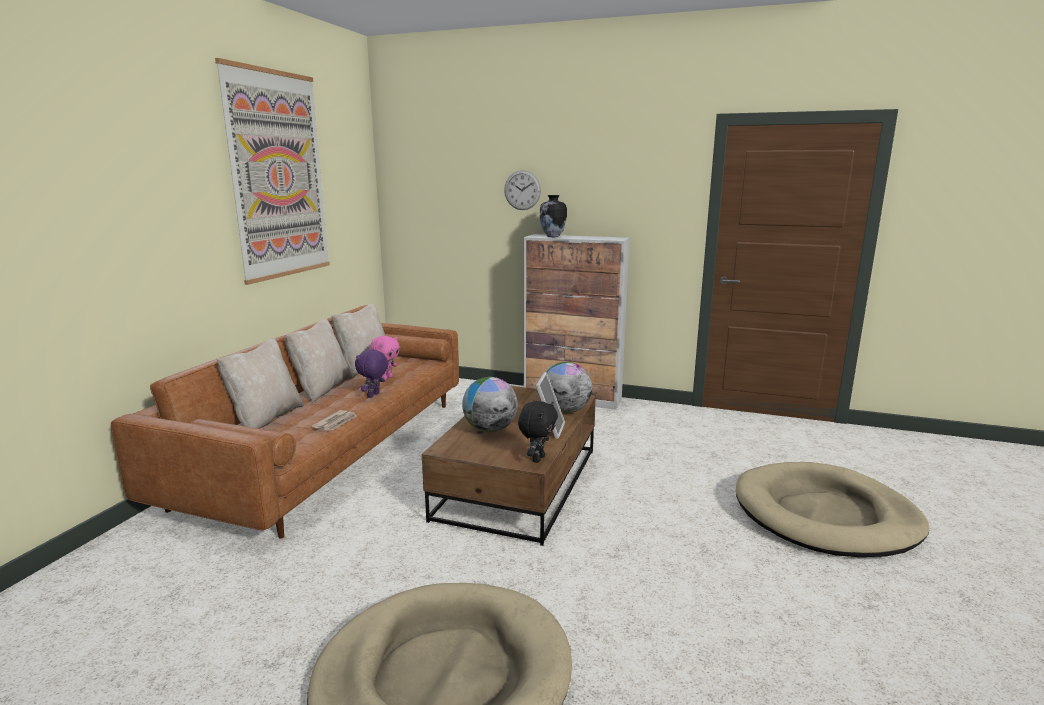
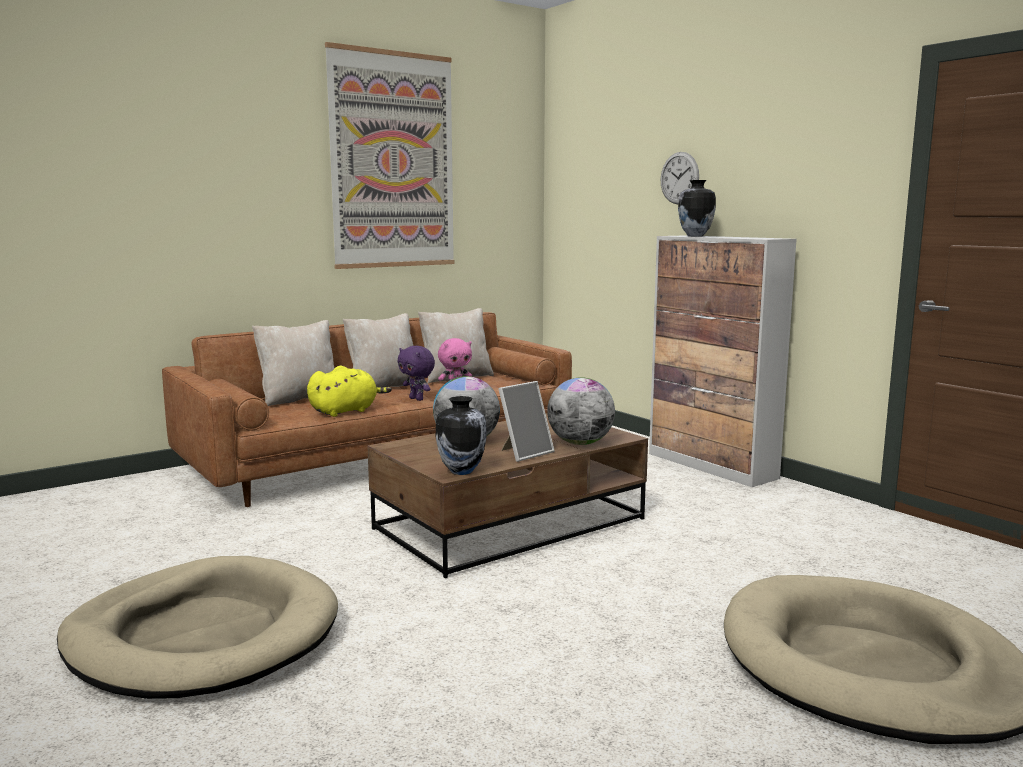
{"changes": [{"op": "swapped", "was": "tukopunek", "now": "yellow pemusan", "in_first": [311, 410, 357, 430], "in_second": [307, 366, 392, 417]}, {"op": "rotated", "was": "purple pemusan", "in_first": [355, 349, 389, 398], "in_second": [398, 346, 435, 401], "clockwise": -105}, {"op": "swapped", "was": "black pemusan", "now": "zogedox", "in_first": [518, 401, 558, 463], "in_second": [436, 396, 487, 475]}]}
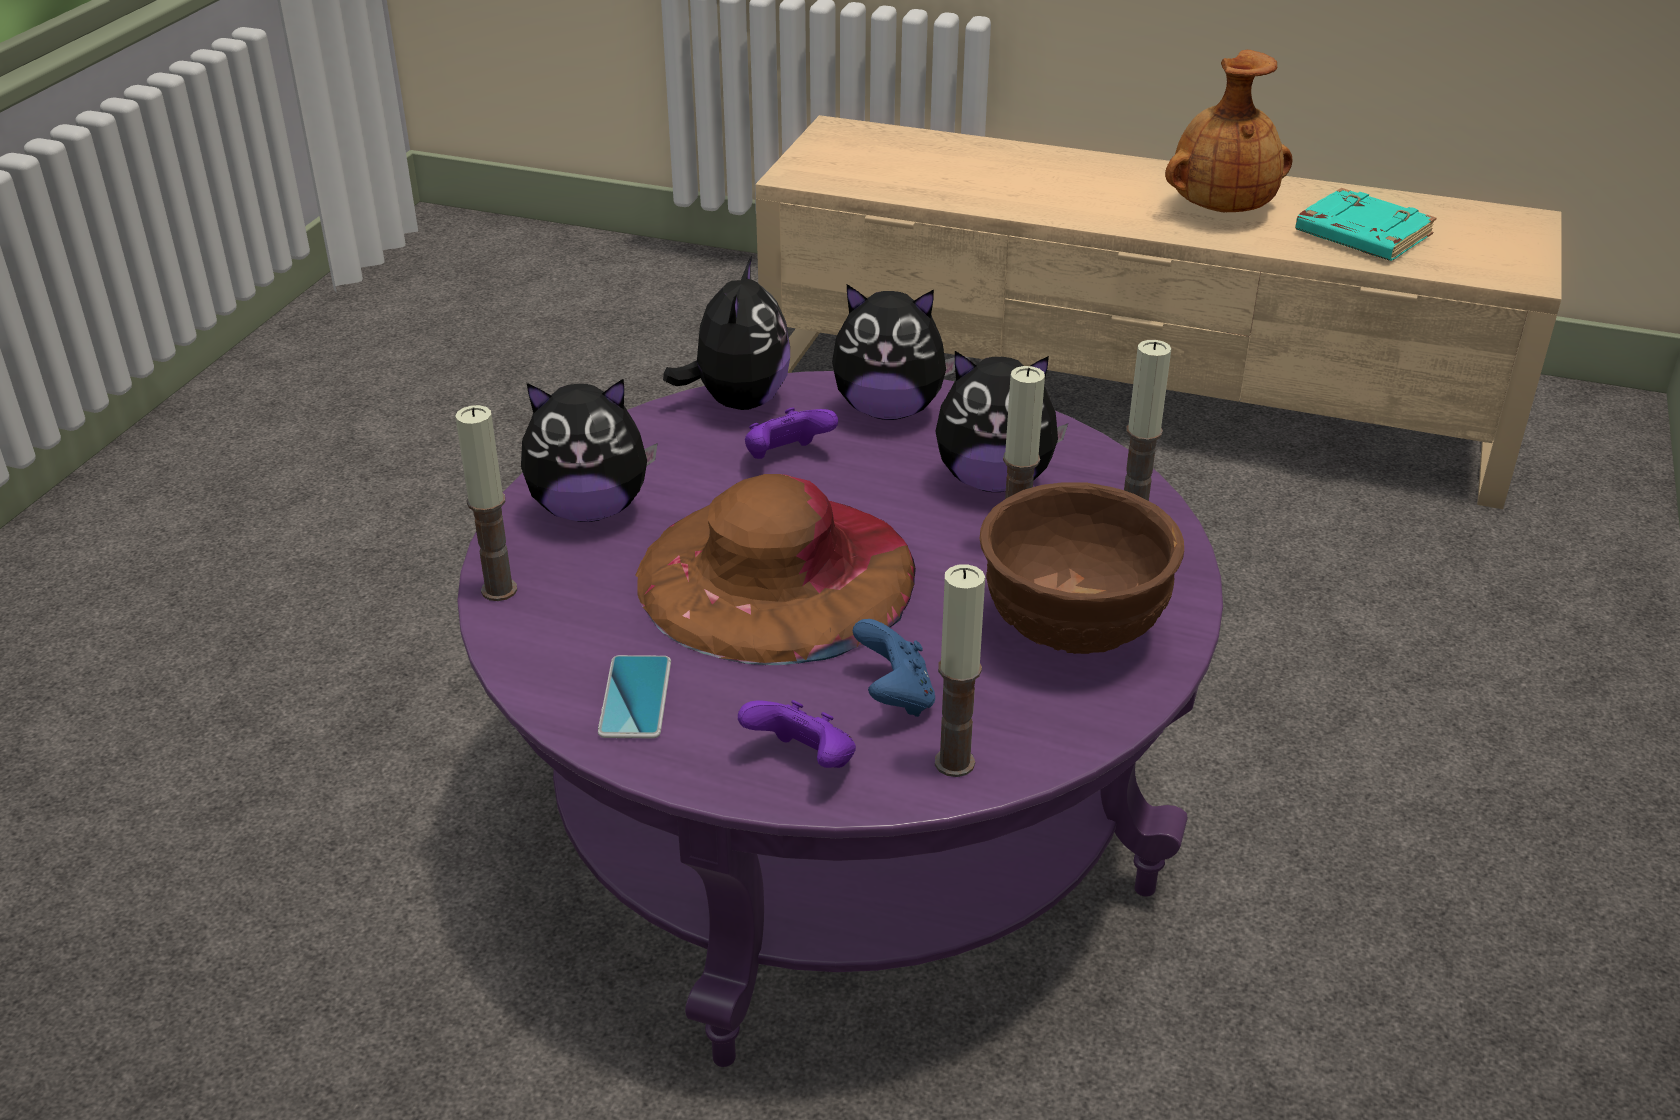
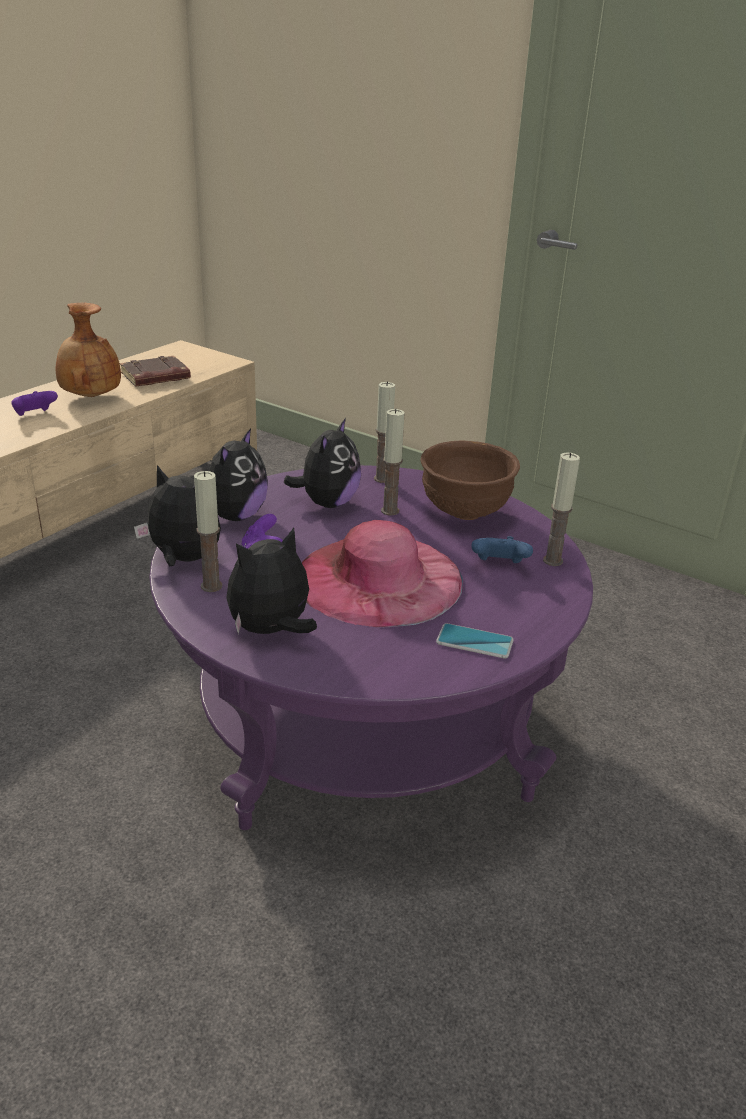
{"changes": [{"op": "shifted", "was": "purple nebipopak", "in_first": [738, 700, 856, 768], "in_second": [12, 391, 58, 416]}, {"op": "repainted", "was": "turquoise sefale", "now": "brown sefale", "in_first": [1295, 188, 1436, 261], "in_second": [120, 356, 191, 386]}, {"op": "shifted", "was": "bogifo", "in_first": [455, 405, 517, 601], "in_second": [194, 471, 222, 592]}, {"op": "rotated", "was": "pemusan", "in_first": [521, 379, 658, 522], "in_second": [226, 528, 317, 634], "clockwise": -135}, {"op": "repainted", "was": "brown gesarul", "now": "pink gesarul", "in_first": [635, 474, 916, 665], "in_second": [302, 520, 463, 627]}]}
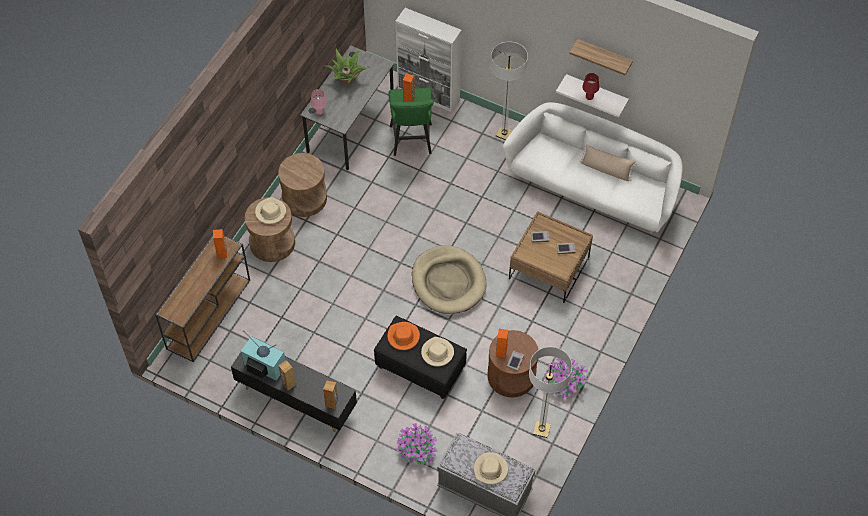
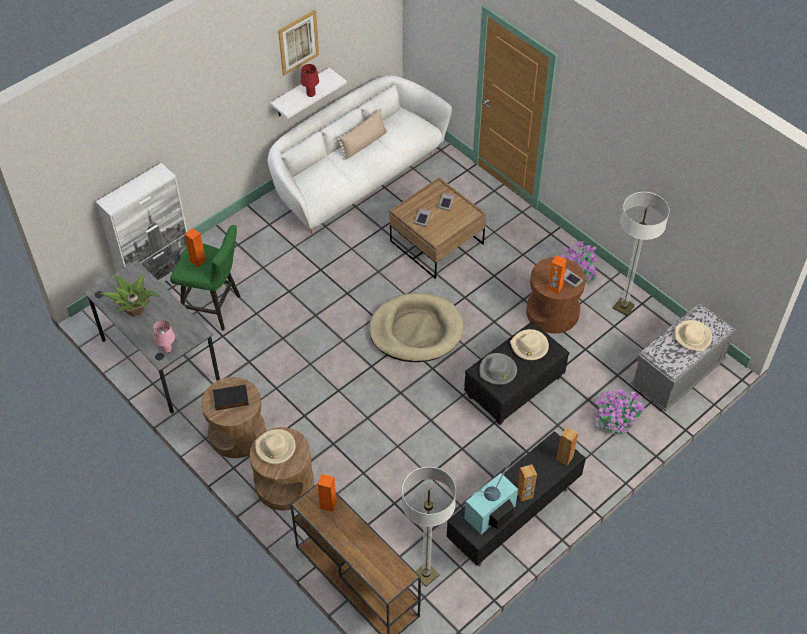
{"changes": [{"op": "new", "now": "black sefale", "in_second": [213, 384, 249, 410]}, {"op": "swapped", "was": "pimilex", "now": "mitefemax", "in_first": [569, 39, 633, 75], "in_second": [278, 10, 319, 75]}, {"op": "shifted", "was": "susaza", "in_first": [491, 42, 528, 140], "in_second": [402, 467, 456, 587]}, {"op": "repainted", "was": "orange gesarul", "now": "grey gesarul", "in_first": [387, 322, 420, 350], "in_second": [479, 353, 517, 385]}]}
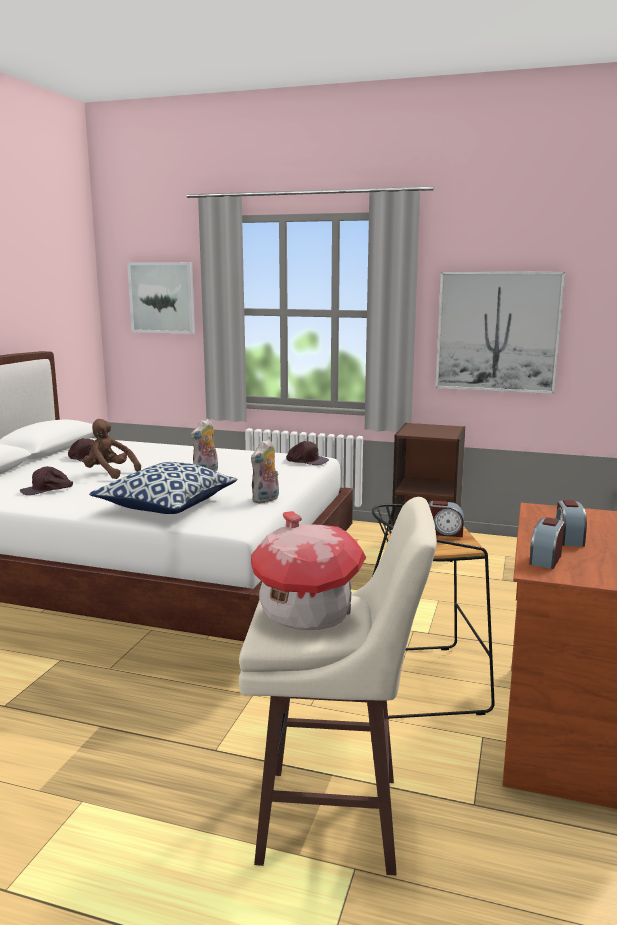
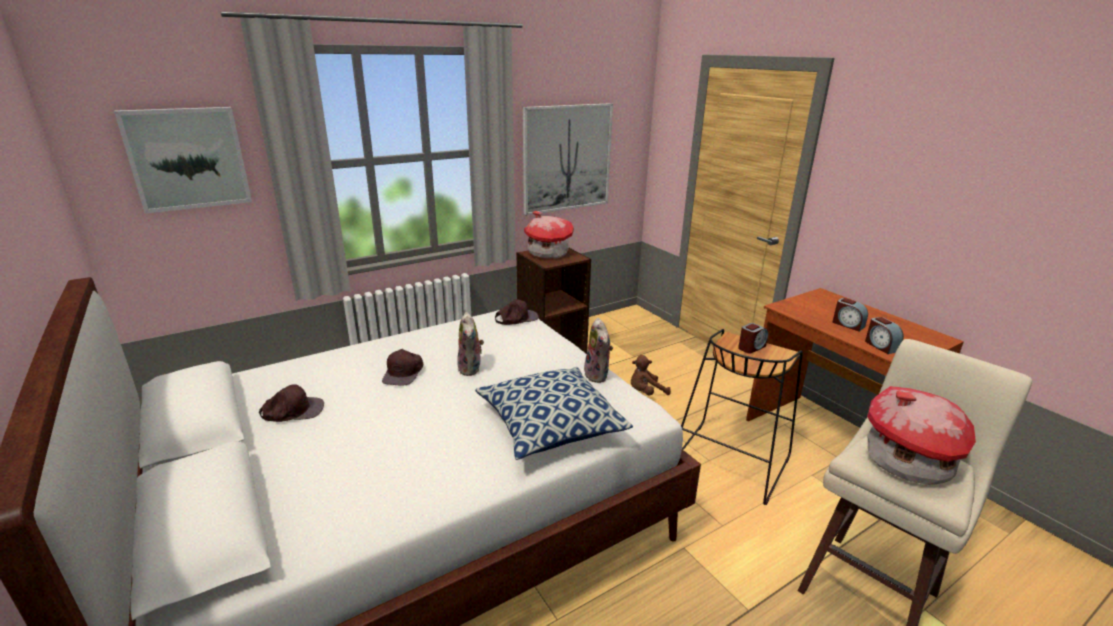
{"changes": [{"op": "shifted", "was": "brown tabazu", "in_first": [20, 466, 73, 495], "in_second": [382, 349, 423, 386]}, {"op": "new", "now": "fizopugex", "in_second": [524, 211, 574, 259]}, {"op": "shifted", "was": "brown pemusan", "in_first": [83, 419, 141, 479], "in_second": [631, 355, 671, 395]}]}
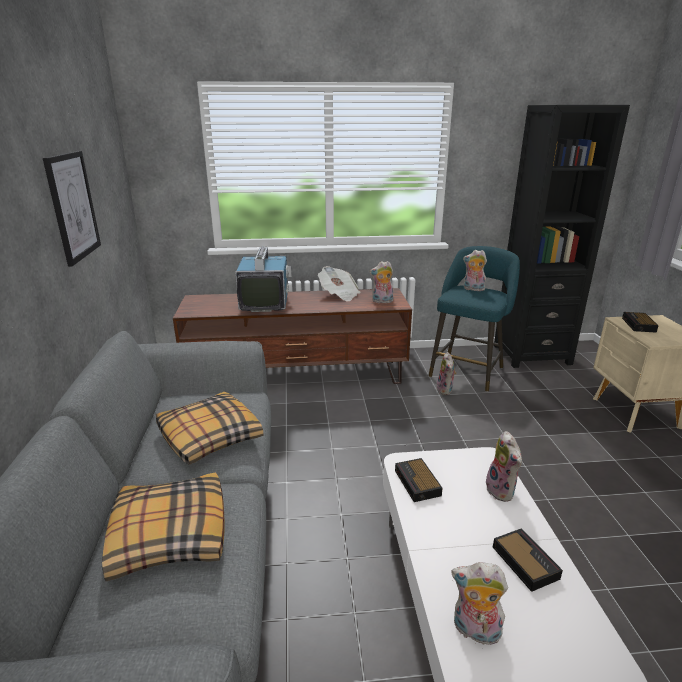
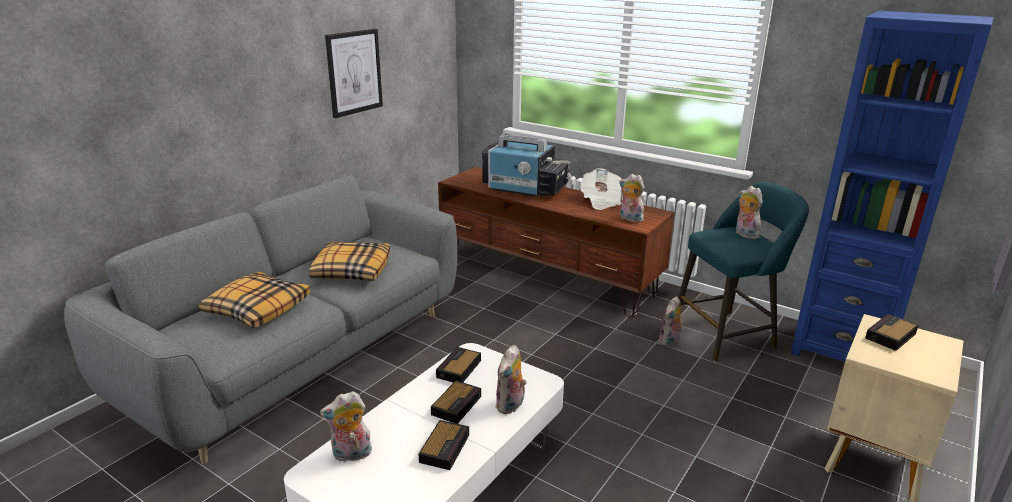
{"changes": [{"op": "rotated", "was": "pemusan", "in_first": [451, 562, 508, 645], "in_second": [320, 391, 372, 462], "clockwise": -75}, {"op": "new", "now": "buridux", "in_second": [431, 380, 481, 424]}, {"op": "rotated", "was": "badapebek", "in_first": [235, 247, 292, 312], "in_second": [482, 133, 573, 196], "clockwise": 75}, {"op": "repainted", "was": "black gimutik", "now": "blue gimutik", "in_first": [494, 105, 630, 368], "in_second": [791, 11, 994, 362]}]}
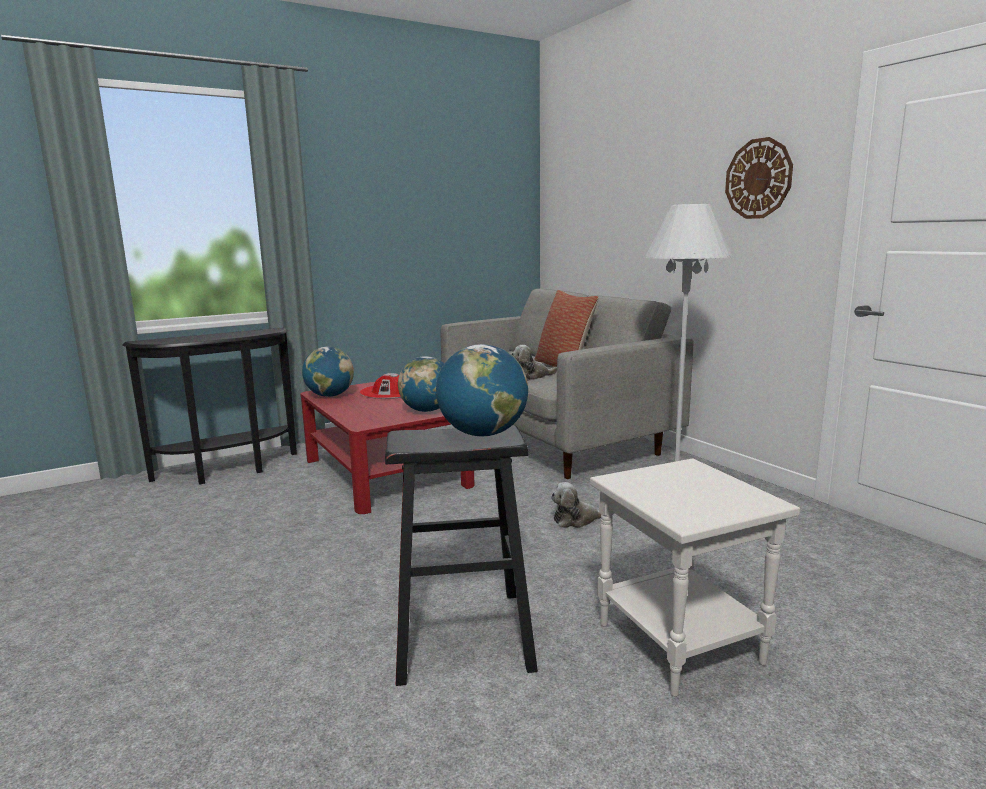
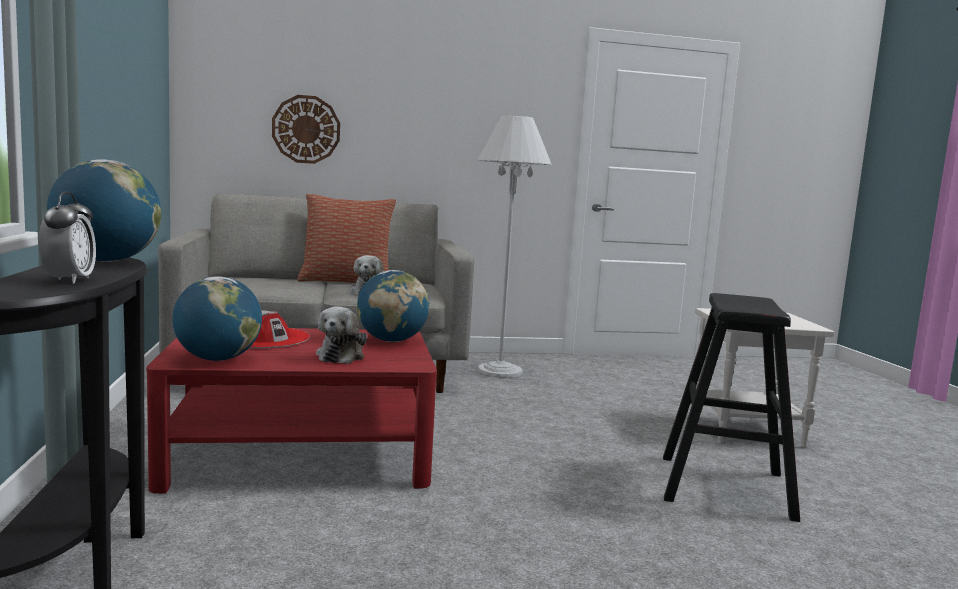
{"changes": [{"op": "new", "now": "buridux", "in_second": [39, 192, 96, 284]}, {"op": "shifted", "was": "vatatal", "in_first": [436, 344, 528, 436], "in_second": [47, 159, 161, 262]}, {"op": "shifted", "was": "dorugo", "in_first": [725, 137, 793, 219], "in_second": [272, 95, 340, 164]}, {"op": "shifted", "was": "pemusan", "in_first": [551, 482, 601, 528], "in_second": [316, 306, 367, 364]}]}
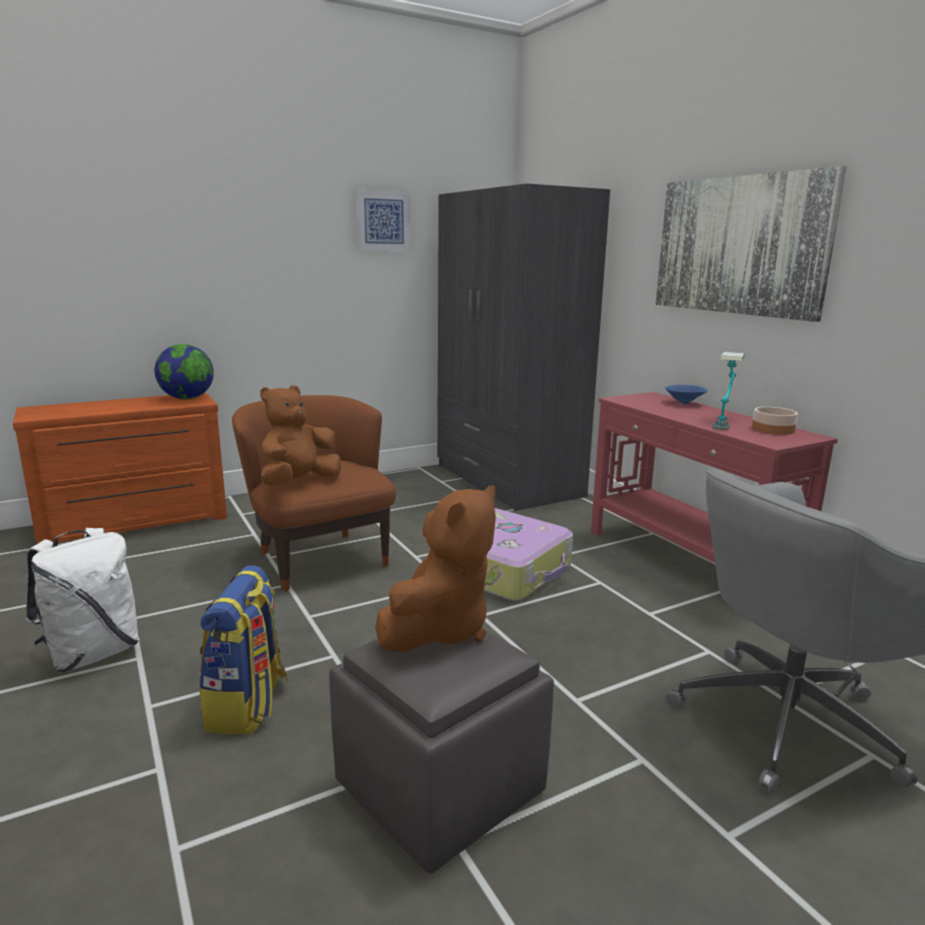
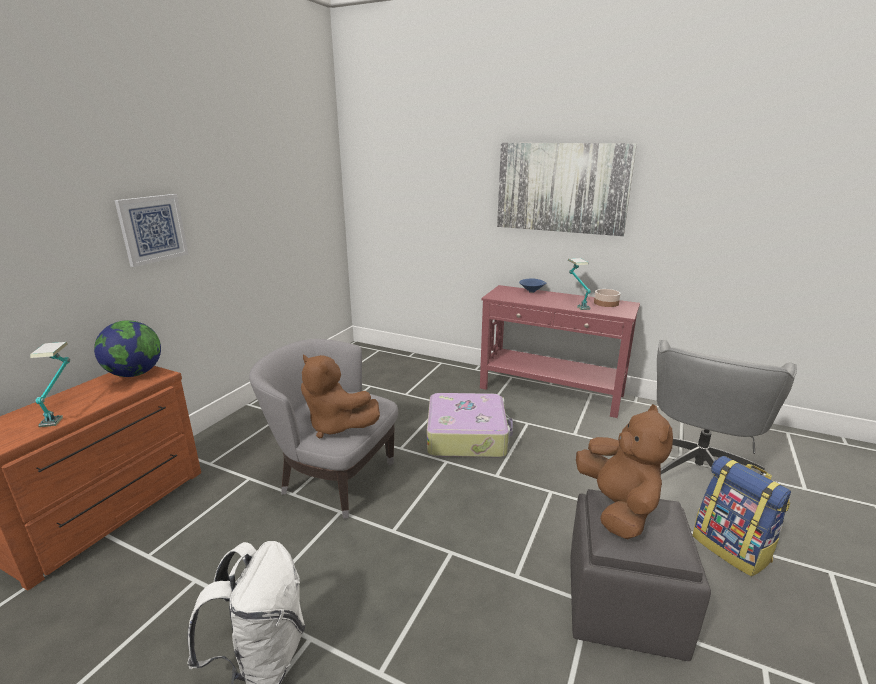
{"changes": [{"op": "new", "now": "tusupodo", "in_second": [30, 342, 70, 427]}, {"op": "shifted", "was": "mitefemax", "in_first": [355, 189, 411, 252], "in_second": [115, 194, 188, 267]}, {"op": "repainted", "was": "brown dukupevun", "now": "grey dukupevun", "in_first": [232, 395, 396, 591], "in_second": [249, 339, 398, 519]}, {"op": "rotated", "was": "brown pemusan", "in_first": [260, 385, 341, 486], "in_second": [301, 355, 380, 438], "clockwise": -60}, {"op": "shifted", "was": "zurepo", "in_first": [199, 566, 289, 735], "in_second": [692, 456, 791, 577]}, {"op": "gone", "was": "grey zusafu", "in_first": [437, 183, 610, 511]}]}
